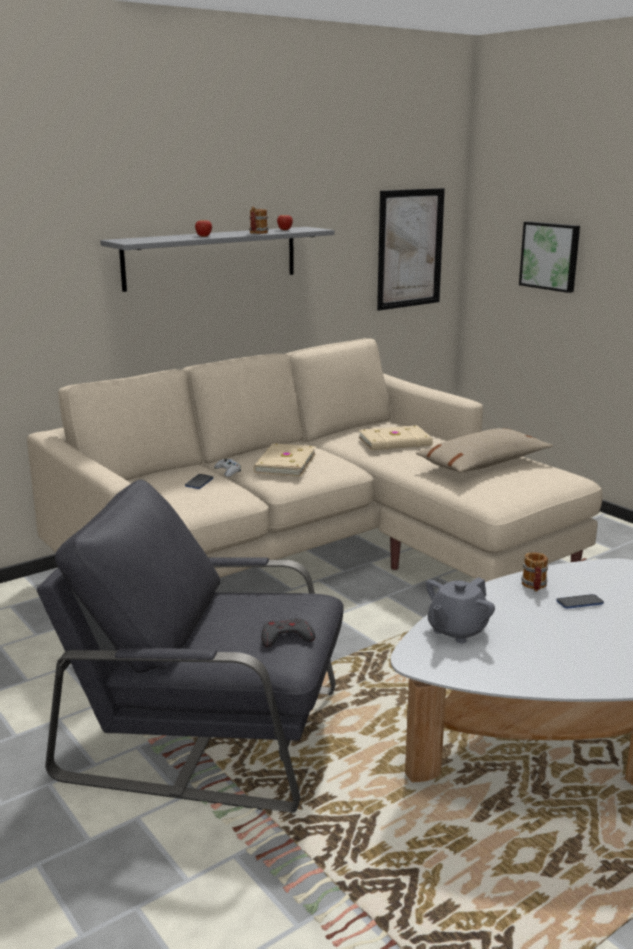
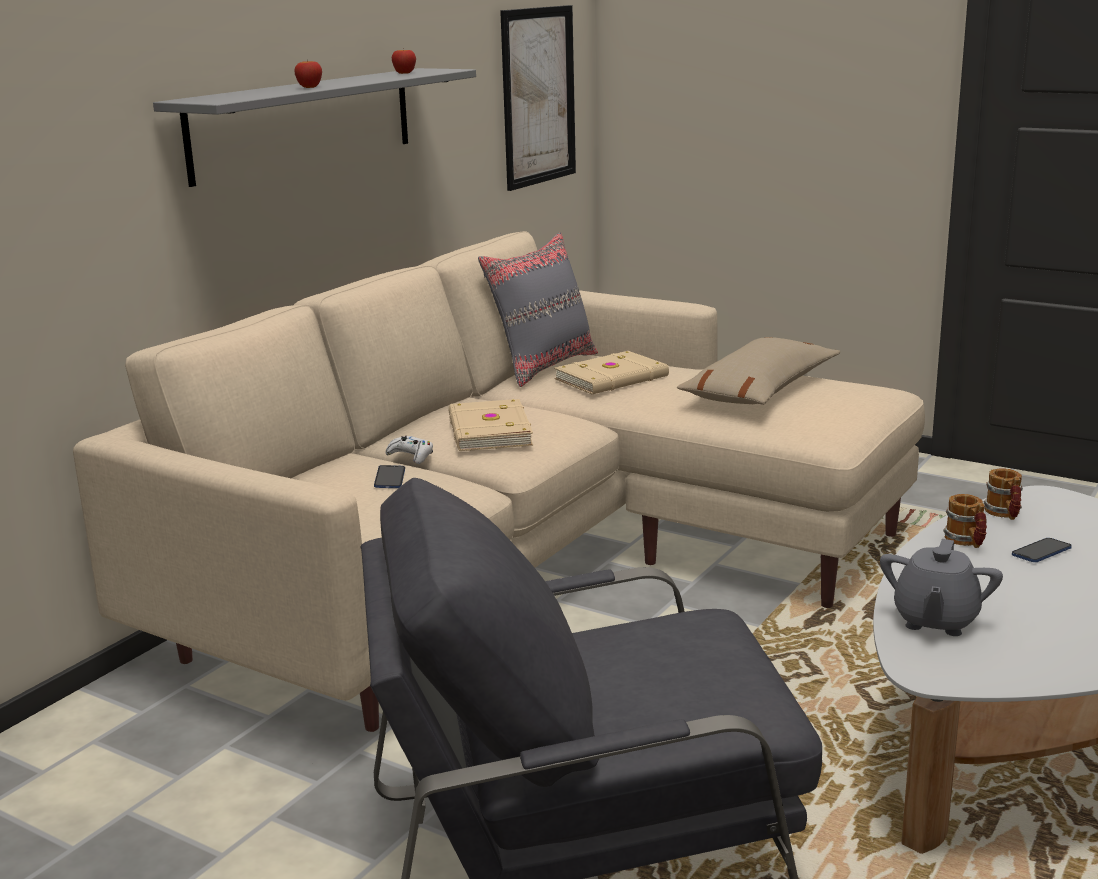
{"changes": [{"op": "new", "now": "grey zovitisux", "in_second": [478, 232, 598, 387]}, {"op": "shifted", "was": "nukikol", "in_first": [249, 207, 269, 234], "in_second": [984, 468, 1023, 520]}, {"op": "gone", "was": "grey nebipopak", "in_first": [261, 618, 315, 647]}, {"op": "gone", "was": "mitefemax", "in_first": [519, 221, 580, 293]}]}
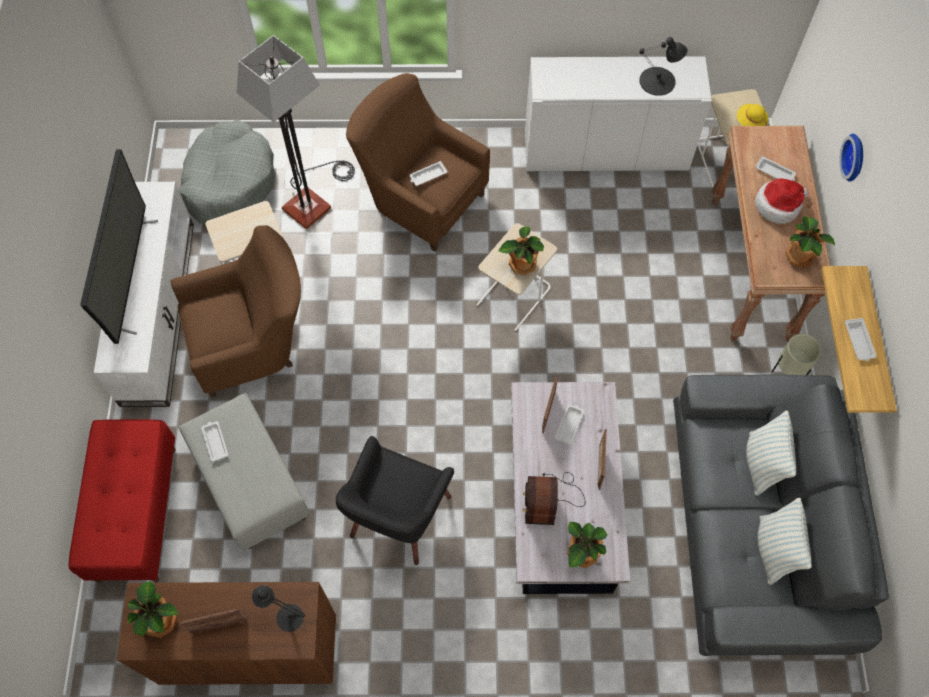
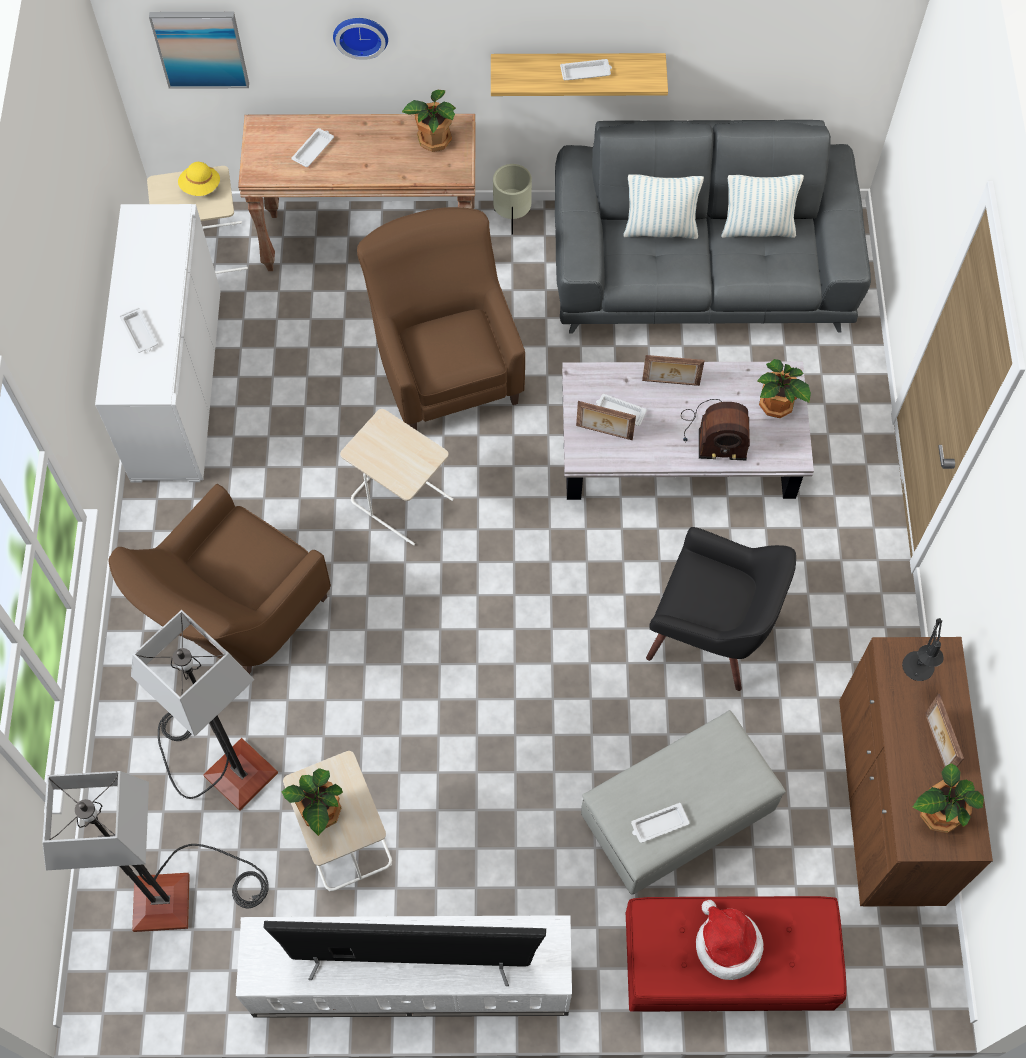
{"changes": [{"op": "swapped", "was": "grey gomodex", "now": "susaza", "in_first": [179, 120, 275, 225], "in_second": [43, 771, 269, 932]}, {"op": "shifted", "was": "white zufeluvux", "in_first": [409, 161, 447, 186], "in_second": [120, 308, 158, 352]}, {"op": "new", "now": "mitefemax", "in_second": [149, 12, 249, 89]}, {"op": "shifted", "was": "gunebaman", "in_first": [499, 226, 544, 275], "in_second": [282, 768, 343, 836]}, {"op": "shifted", "was": "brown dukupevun", "in_first": [171, 225, 301, 398], "in_second": [357, 207, 525, 430]}, {"op": "shifted", "was": "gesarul", "in_first": [755, 179, 808, 224], "in_second": [696, 900, 764, 980]}, {"op": "gone", "was": "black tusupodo", "in_first": [639, 37, 688, 96]}]}
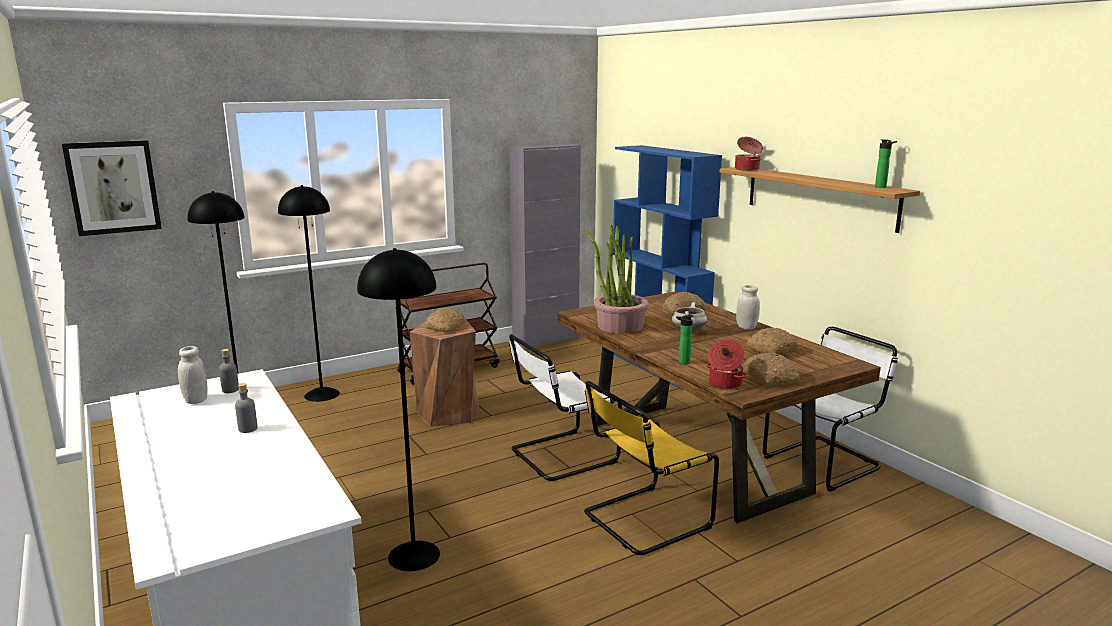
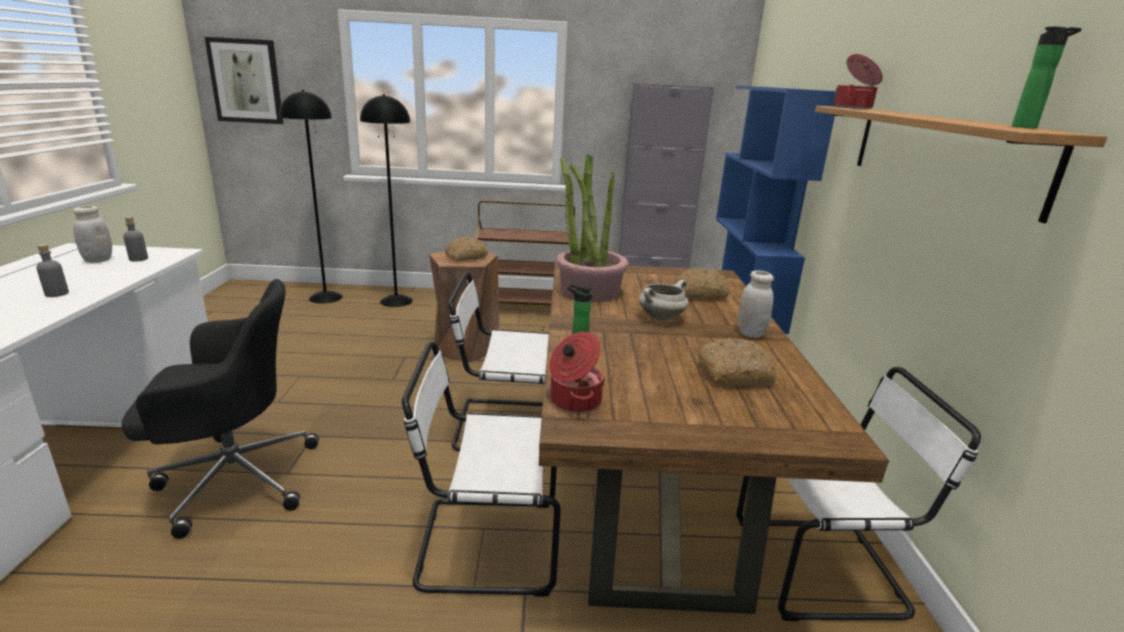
{"changes": [{"op": "swapped", "was": "black susaza", "now": "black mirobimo", "in_first": [357, 248, 440, 571], "in_second": [122, 279, 319, 539]}, {"op": "repainted", "was": "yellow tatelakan", "now": "white tatelakan", "in_first": [584, 381, 719, 555], "in_second": [402, 342, 561, 597]}, {"op": "gone", "was": "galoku", "in_first": [743, 352, 800, 386]}]}
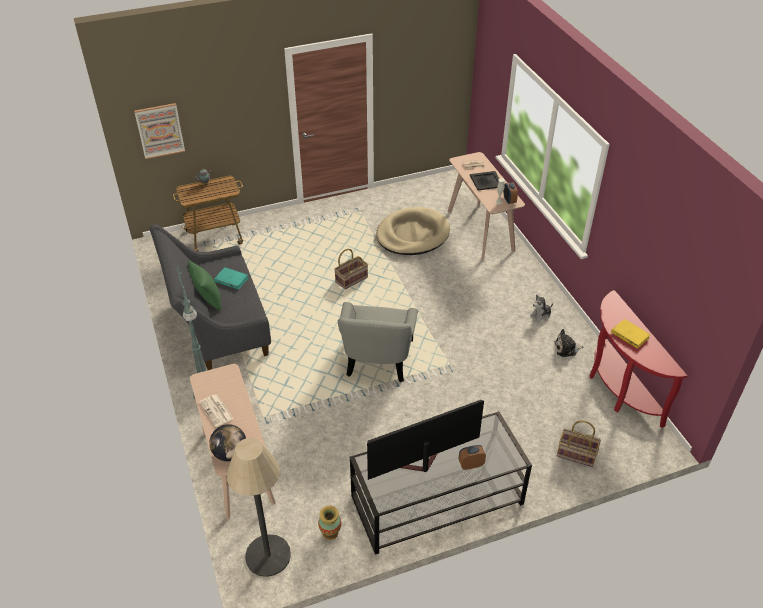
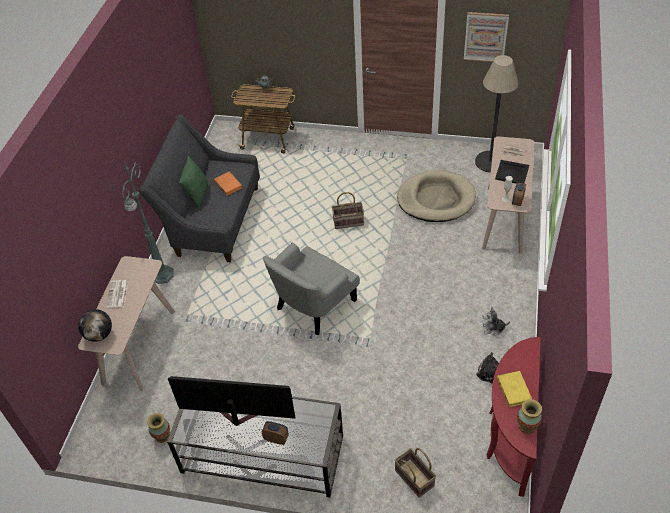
{"changes": [{"op": "repainted", "was": "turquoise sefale", "now": "orange sefale", "in_first": [214, 267, 248, 290], "in_second": [214, 171, 242, 196]}, {"op": "shifted", "was": "mitefemax", "in_first": [134, 103, 185, 159], "in_second": [464, 12, 509, 62]}, {"op": "shifted", "was": "susaza", "in_first": [226, 438, 291, 577], "in_second": [475, 55, 519, 173]}, {"op": "new", "now": "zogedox", "in_second": [517, 399, 542, 434]}]}
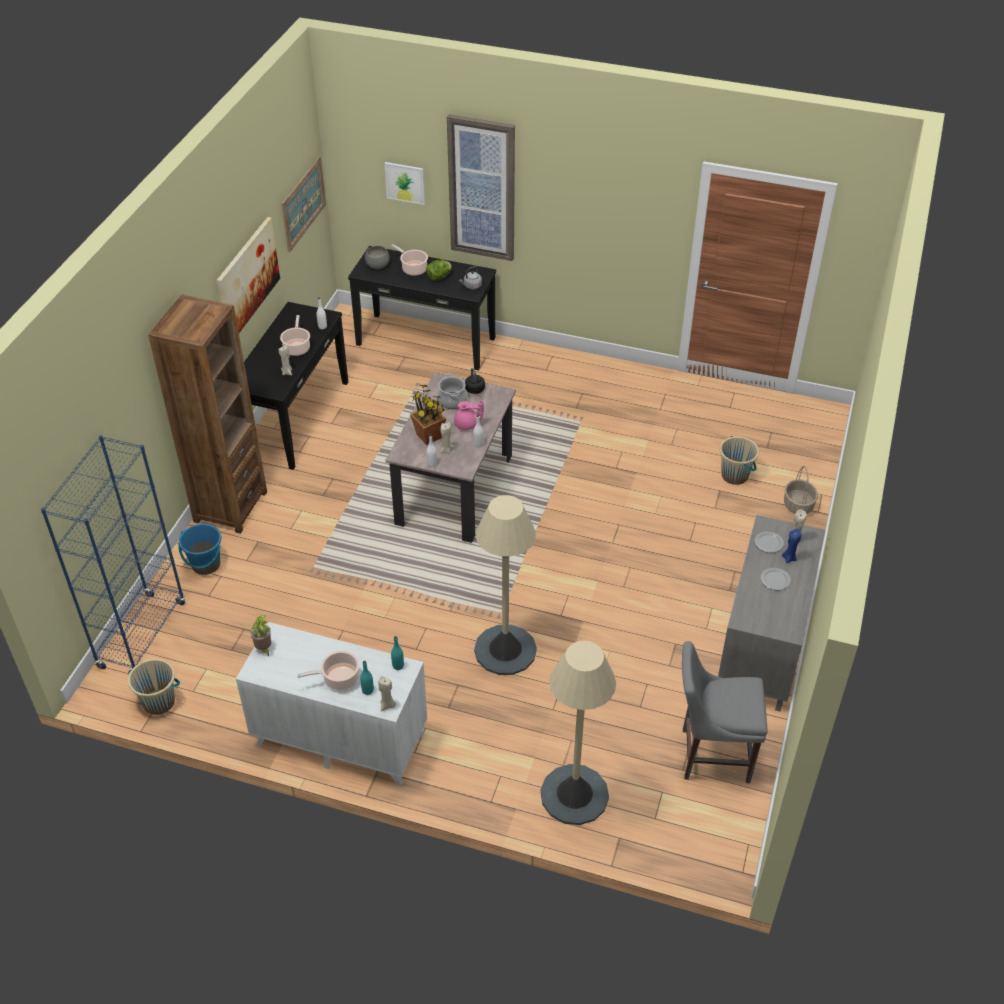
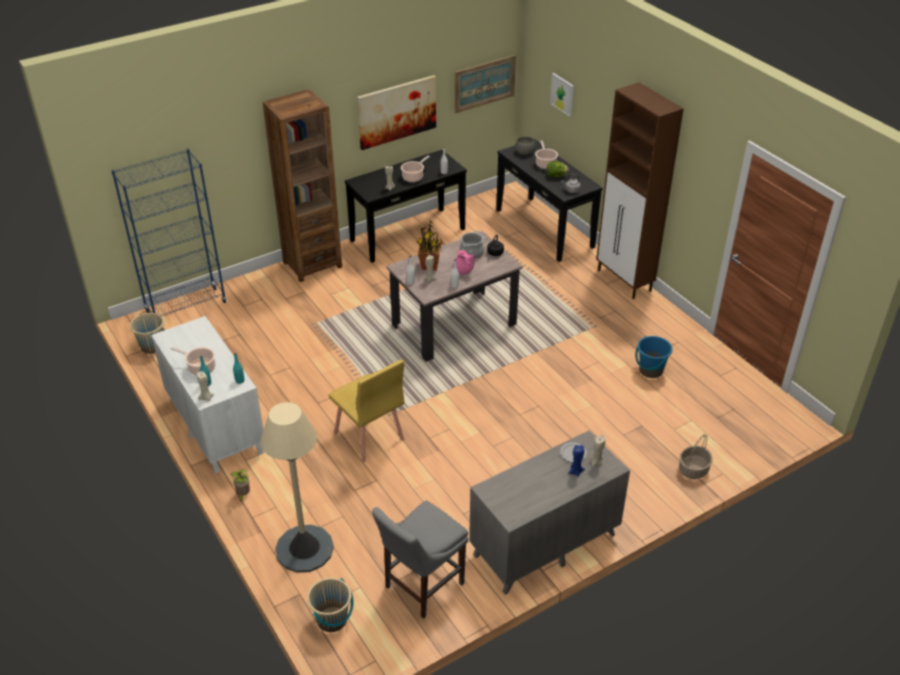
{"changes": [{"op": "shifted", "was": "gunebaman", "in_first": [250, 615, 271, 657], "in_second": [231, 469, 250, 502]}, {"op": "shifted", "was": "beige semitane", "in_first": [720, 436, 759, 485], "in_second": [307, 578, 354, 632]}, {"op": "swapped", "was": "beige susaza", "now": "yellow tatelakan", "in_first": [474, 495, 537, 675], "in_second": [328, 360, 404, 463]}, {"op": "rotated", "was": "grey tatelakan", "in_first": [682, 641, 768, 783], "in_second": [372, 501, 469, 619], "clockwise": -90}, {"op": "new", "now": "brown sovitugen", "in_second": [596, 82, 684, 299]}, {"op": "shifted", "was": "blue semitane", "in_first": [178, 524, 221, 575], "in_second": [635, 336, 673, 378]}, {"op": "gone", "was": "mitefemax", "in_first": [447, 114, 515, 261]}, {"op": "gone", "was": "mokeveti", "in_first": [760, 568, 791, 590]}]}
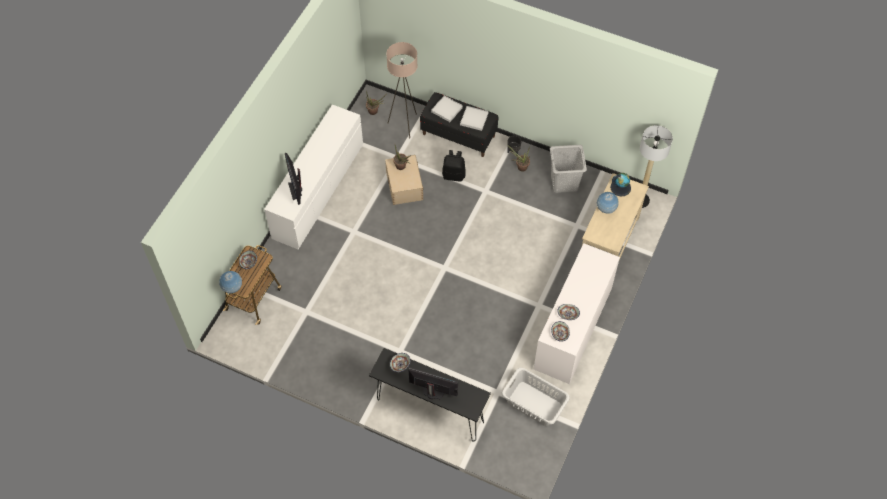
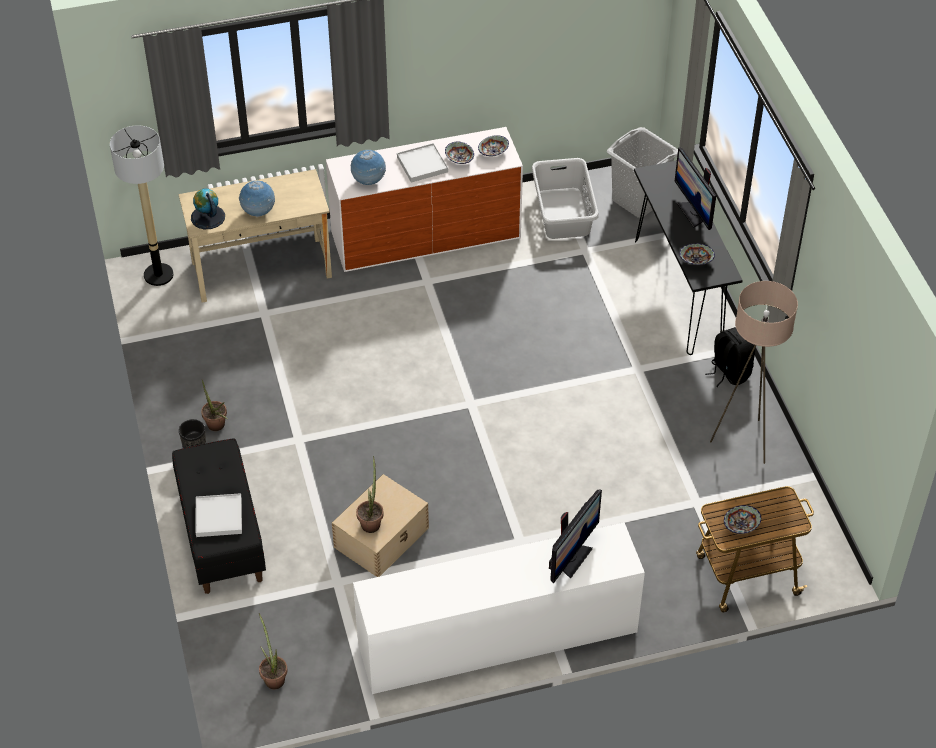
{"changes": [{"op": "shifted", "was": "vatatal", "in_first": [219, 271, 242, 293], "in_second": [351, 150, 386, 185]}, {"op": "shifted", "was": "white zufeluvux", "in_first": [460, 106, 489, 131], "in_second": [397, 143, 448, 182]}, {"op": "shifted", "was": "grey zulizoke", "in_first": [550, 145, 587, 193], "in_second": [607, 127, 678, 218]}, {"op": "shifted", "was": "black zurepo", "in_first": [442, 150, 466, 182], "in_second": [705, 327, 755, 387]}, {"op": "shifted", "was": "beige susaza", "in_first": [386, 42, 418, 139], "in_second": [710, 281, 798, 464]}]}
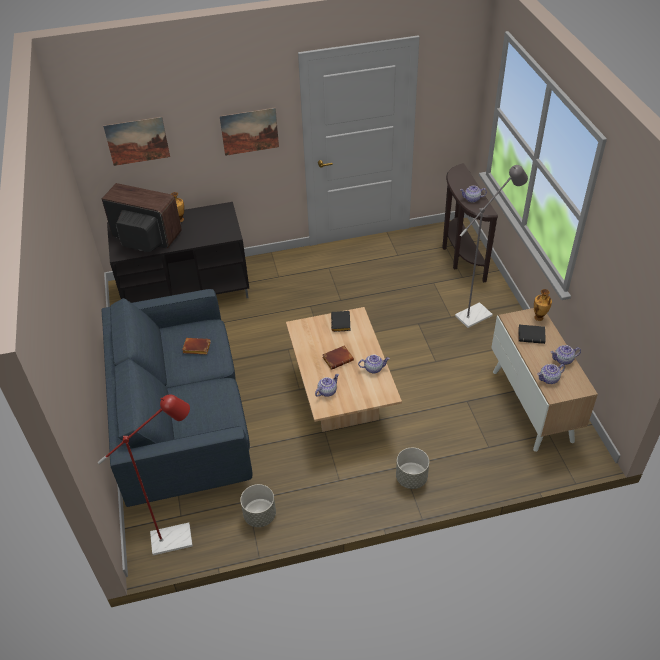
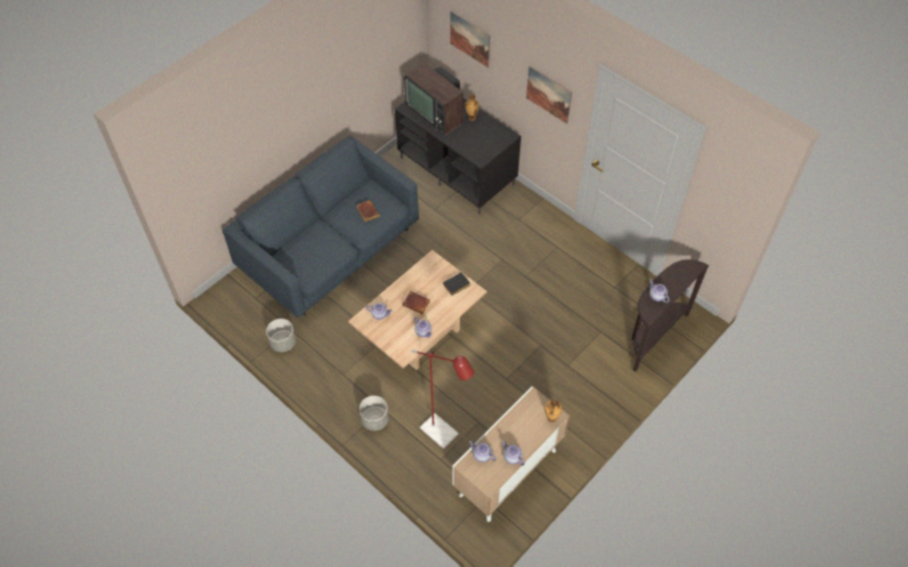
{"changes": [{"op": "rotated", "was": "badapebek", "in_first": [101, 183, 182, 252], "in_second": [404, 63, 463, 135], "clockwise": 150}, {"op": "shifted", "was": "red susaza", "in_first": [98, 394, 193, 555], "in_second": [411, 350, 474, 449]}, {"op": "gone", "was": "grey susaza", "in_first": [455, 165, 528, 328]}, {"op": "gone", "was": "black sefale", "in_first": [518, 325, 546, 344]}]}
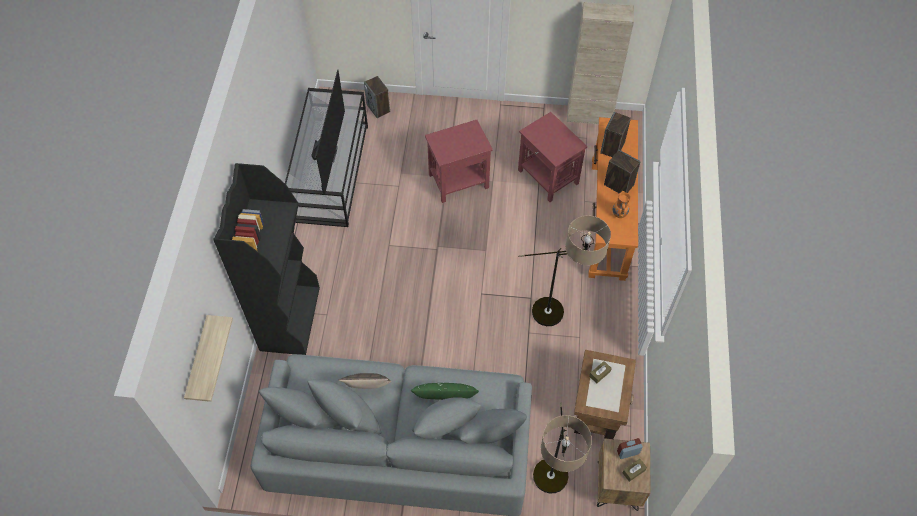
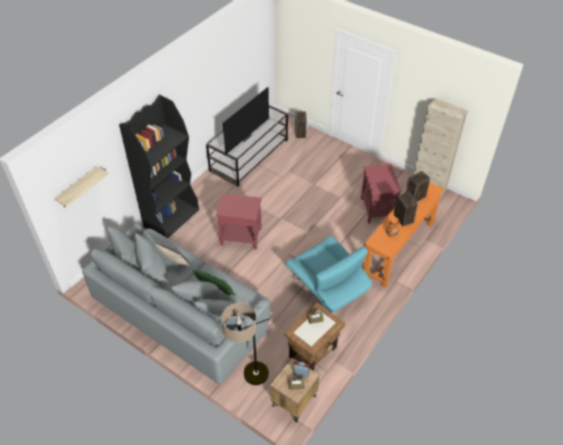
{"changes": [{"op": "shifted", "was": "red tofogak", "in_first": [425, 120, 493, 203], "in_second": [216, 193, 262, 250]}, {"op": "swapped", "was": "susaza", "now": "turquoise dukupevun", "in_first": [518, 215, 611, 326], "in_second": [285, 236, 372, 313]}]}
